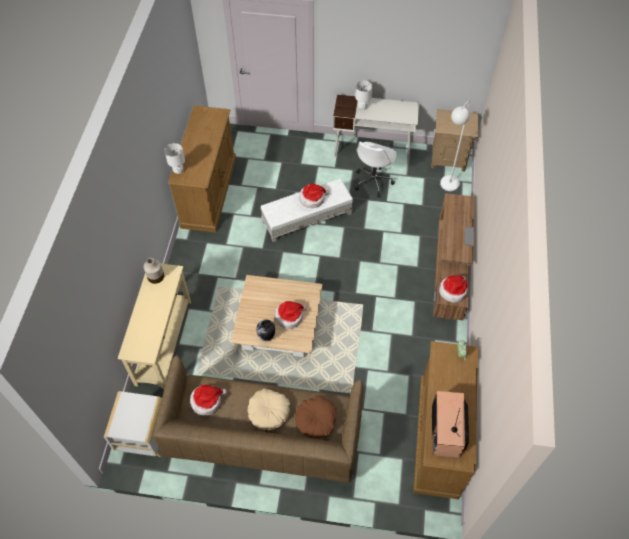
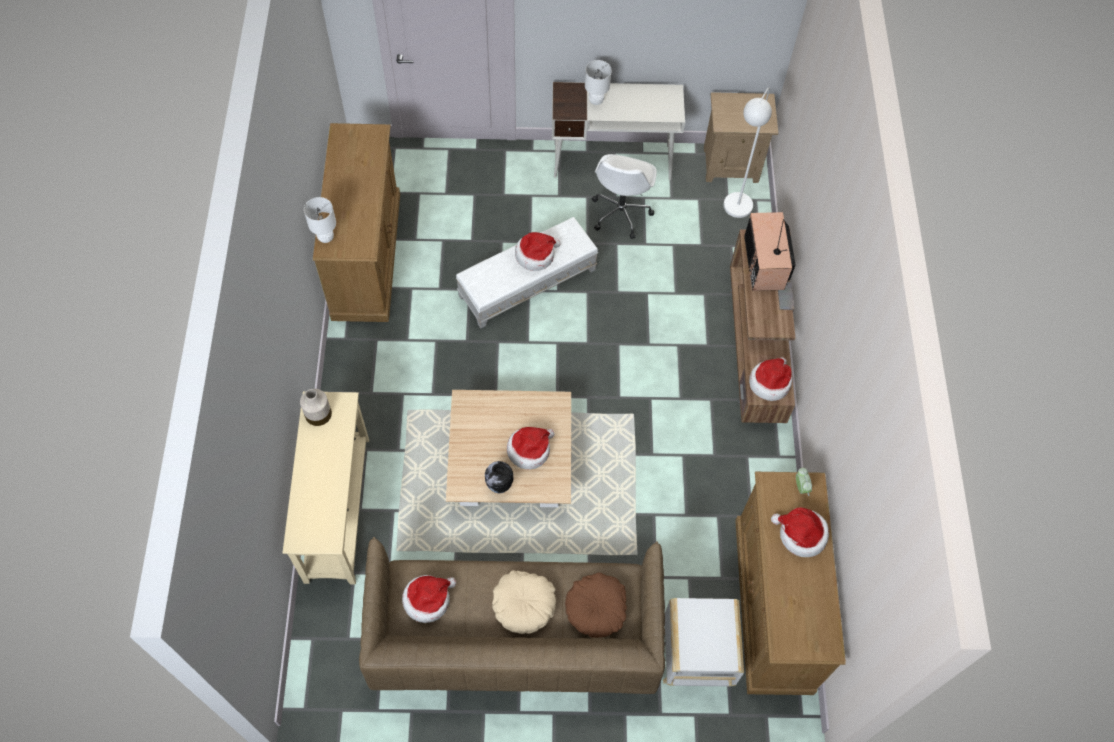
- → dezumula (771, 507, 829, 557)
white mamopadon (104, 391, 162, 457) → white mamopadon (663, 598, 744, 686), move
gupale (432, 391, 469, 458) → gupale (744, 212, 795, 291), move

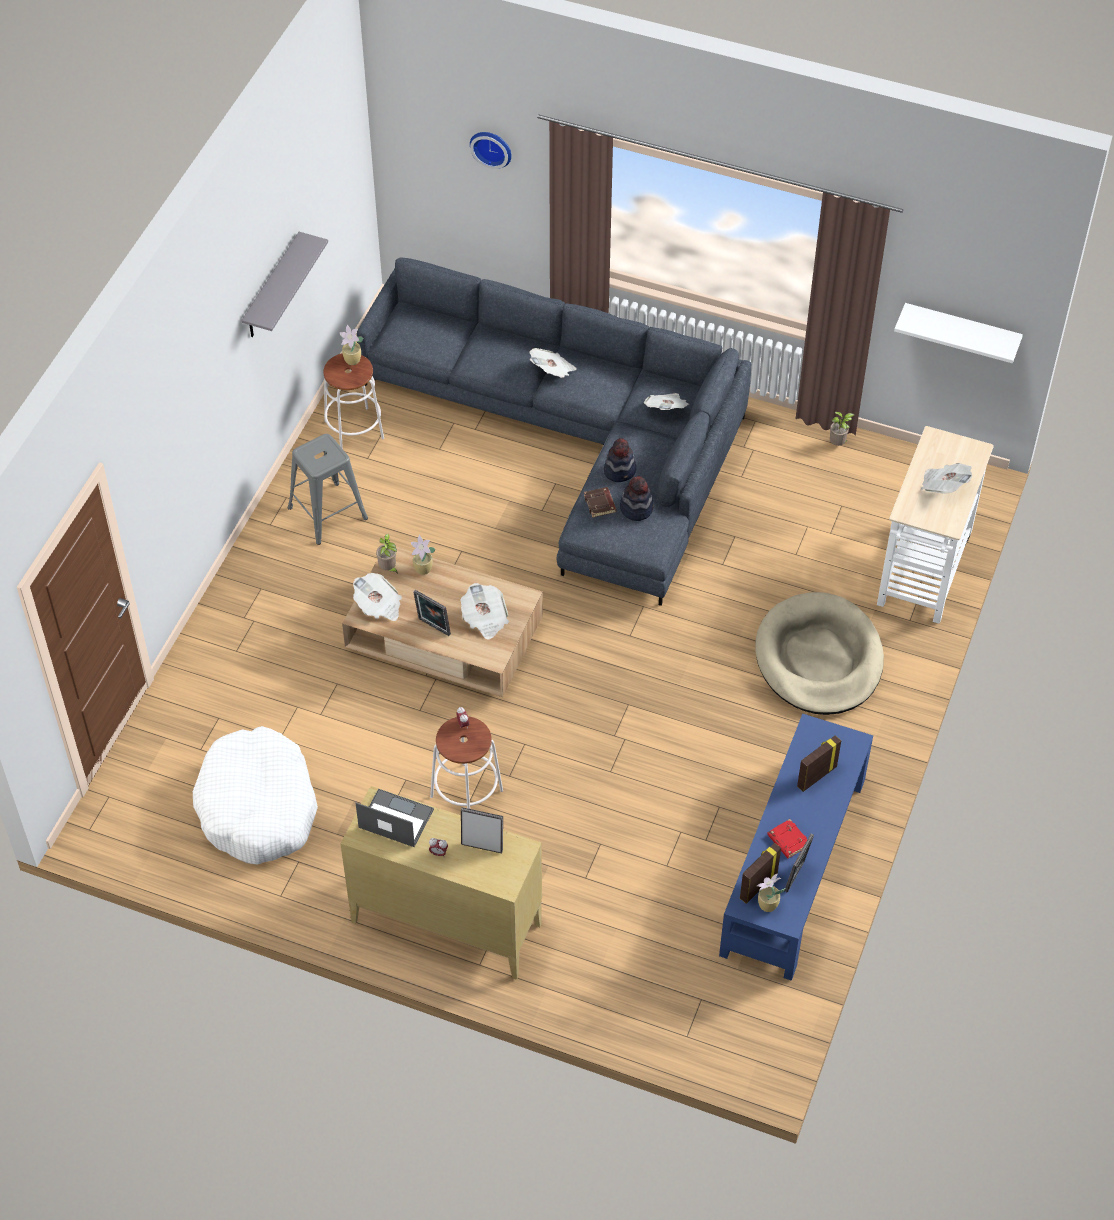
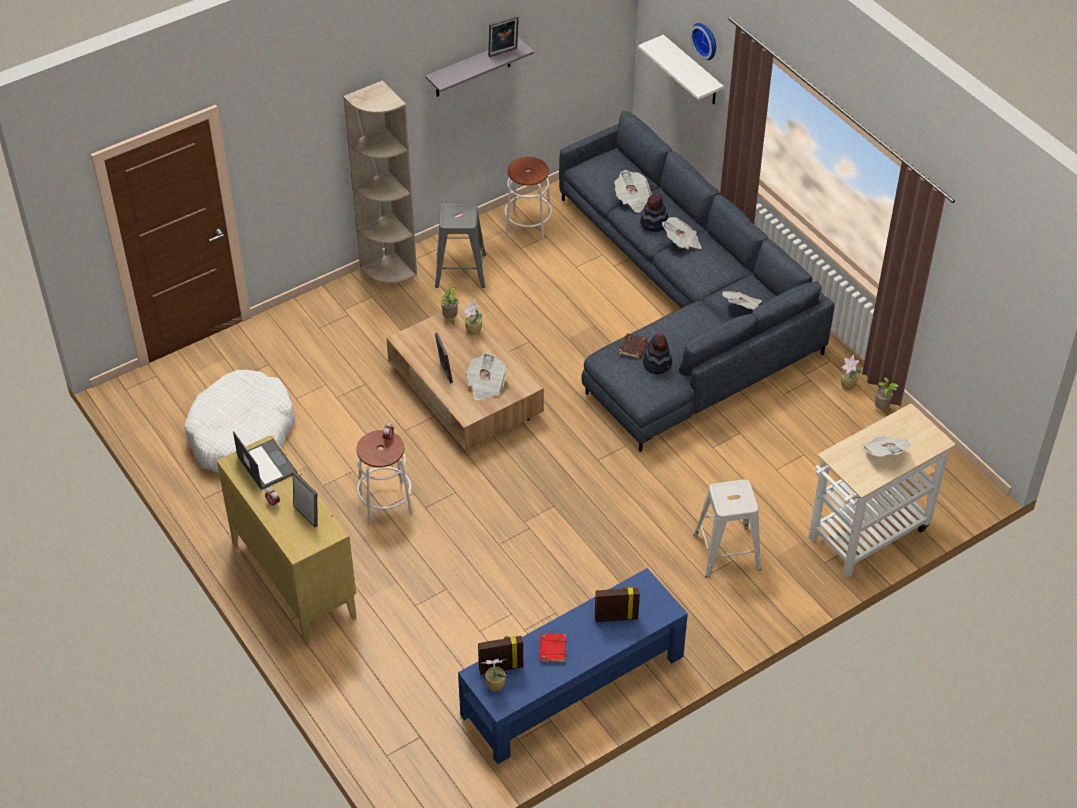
- → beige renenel (343, 80, 417, 284)
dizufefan (340, 325, 363, 365) → dizufefan (841, 354, 862, 390), move
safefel (353, 573, 402, 621) → safefel (614, 170, 652, 213), move
dezumula (604, 438, 637, 482) → dezumula (640, 194, 669, 232), move
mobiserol (784, 834, 814, 893) → mobiserol (488, 16, 519, 57), move
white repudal (894, 303, 1023, 363) → white repudal (638, 35, 724, 104), move
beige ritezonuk (755, 592, 884, 715) → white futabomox (693, 479, 762, 578)

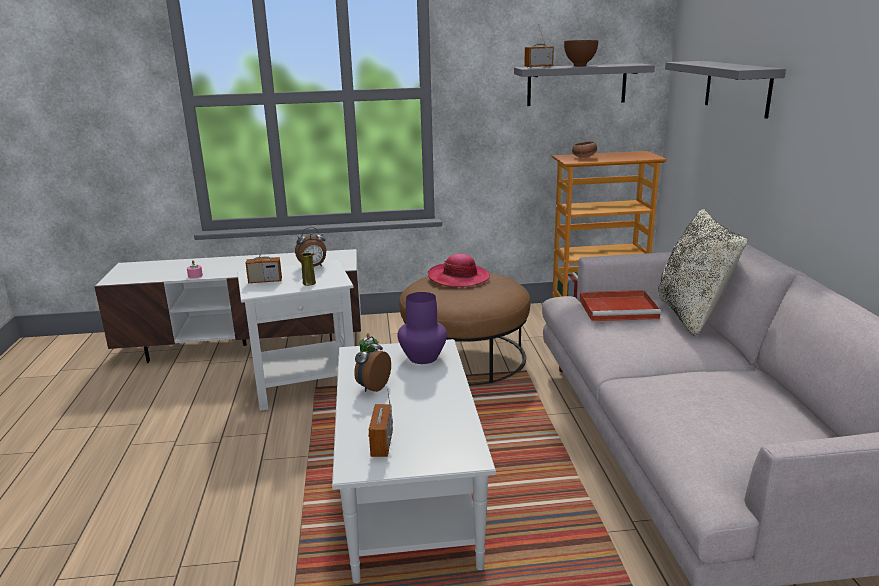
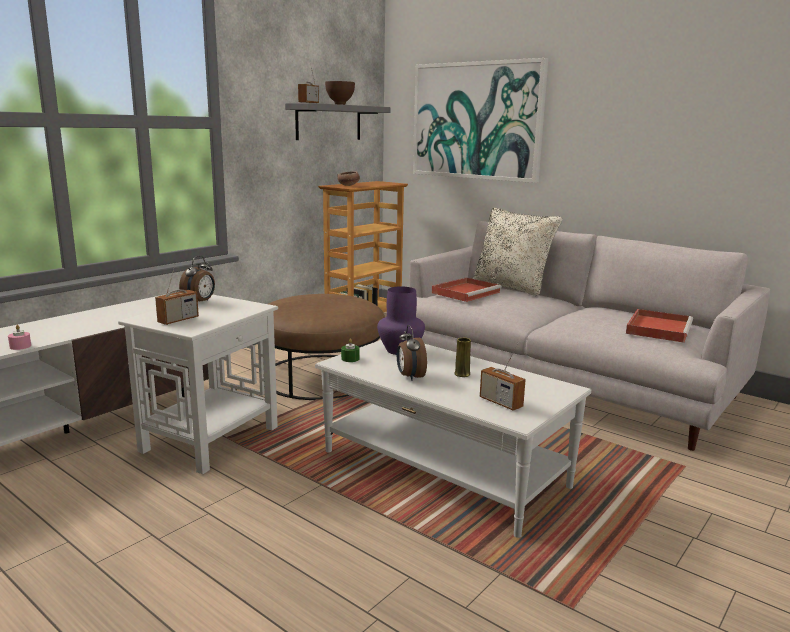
dezumula (428, 254, 490, 287) → -
- → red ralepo (626, 309, 693, 343)
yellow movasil (301, 253, 316, 286) → yellow movasil (454, 338, 471, 377), move
grey repudal (665, 61, 786, 119) → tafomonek (413, 58, 548, 183)

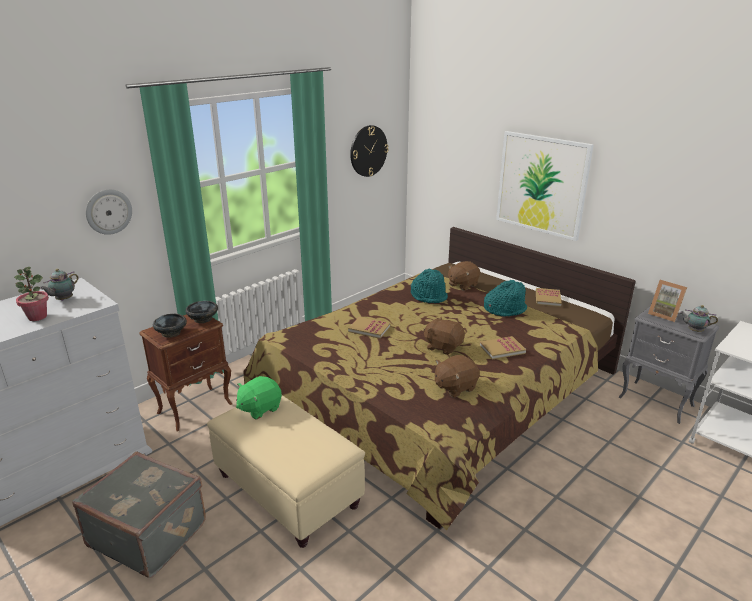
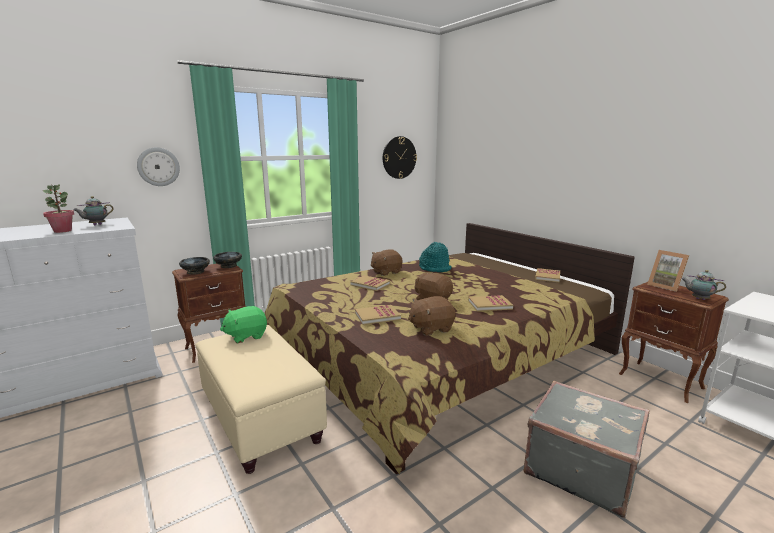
turquoise dezumula (484, 280, 527, 317) → -
tafomonek (496, 131, 594, 241) → -
- → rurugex (355, 305, 401, 325)
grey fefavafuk (72, 452, 206, 578) → grey fefavafuk (524, 381, 650, 518), move
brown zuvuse (448, 261, 480, 291) → brown zuvuse (371, 250, 402, 276), move
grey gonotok (618, 307, 719, 424) → brown gonotok (619, 282, 729, 404)

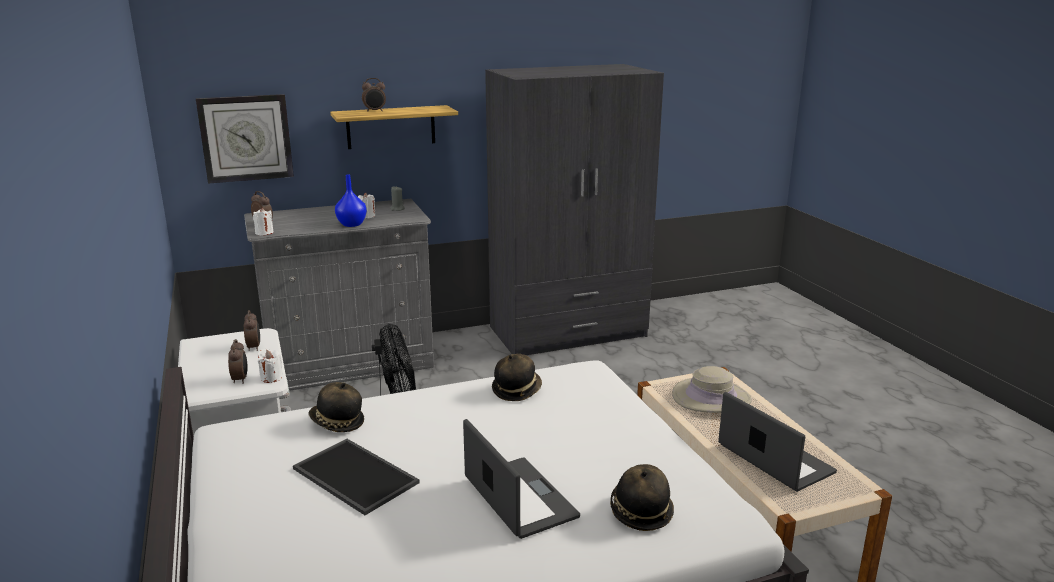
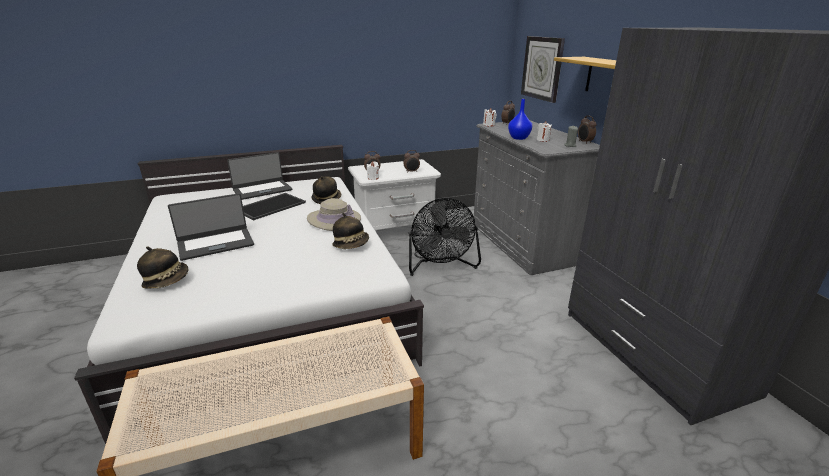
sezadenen (362, 78, 386, 112) → sezadenen (578, 116, 597, 144), move
beige dezumula (672, 366, 752, 413) → beige dezumula (307, 198, 361, 231), move
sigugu (718, 392, 837, 492) → sigugu (227, 152, 292, 200), move

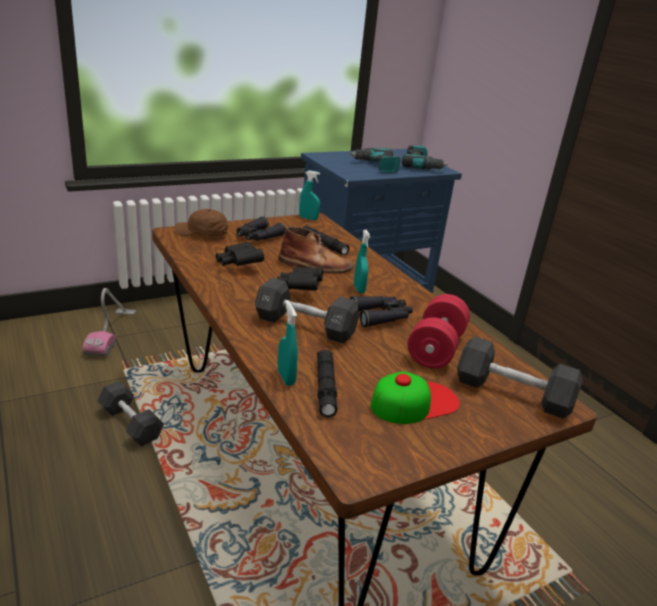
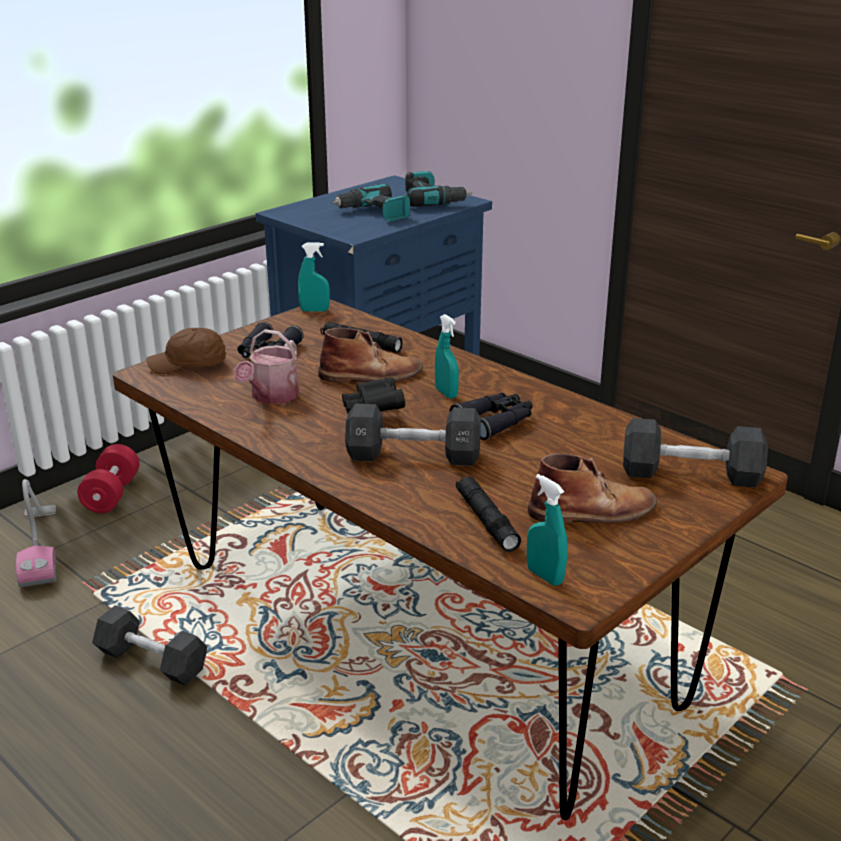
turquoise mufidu (278, 300, 298, 386) → turquoise mufidu (527, 474, 567, 586), move
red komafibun (407, 294, 470, 369) → red komafibun (77, 444, 139, 513), move
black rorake (216, 242, 264, 266) → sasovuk (234, 329, 299, 404)
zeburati (371, 371, 460, 424) → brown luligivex (528, 453, 657, 523)

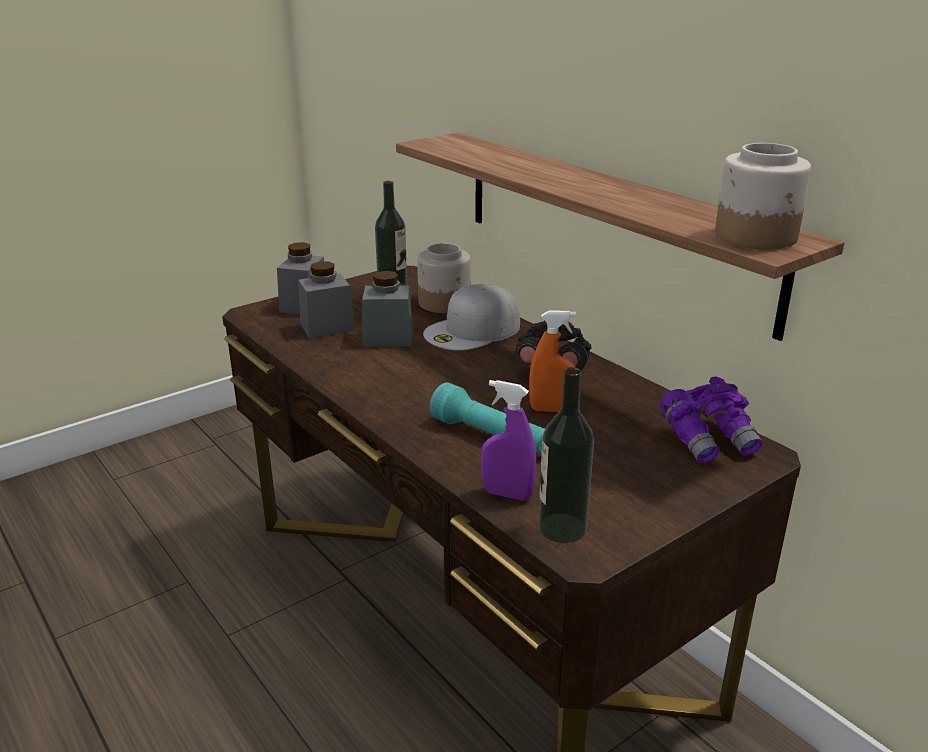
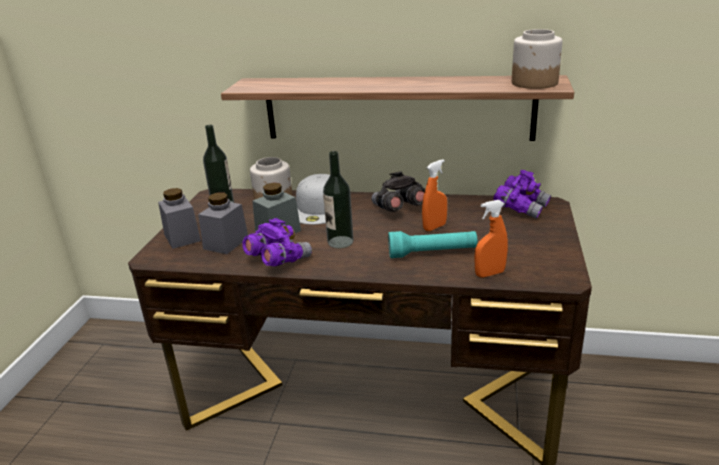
- → purple rorake (242, 218, 312, 266)
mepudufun (538, 367, 594, 543) → mepudufun (323, 151, 354, 248), move
purple mufidu (481, 380, 536, 501) → orange mufidu (474, 200, 508, 277)

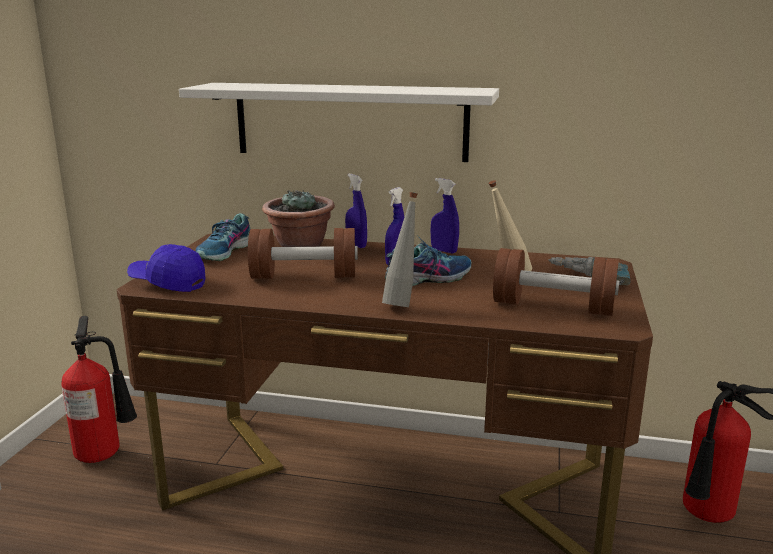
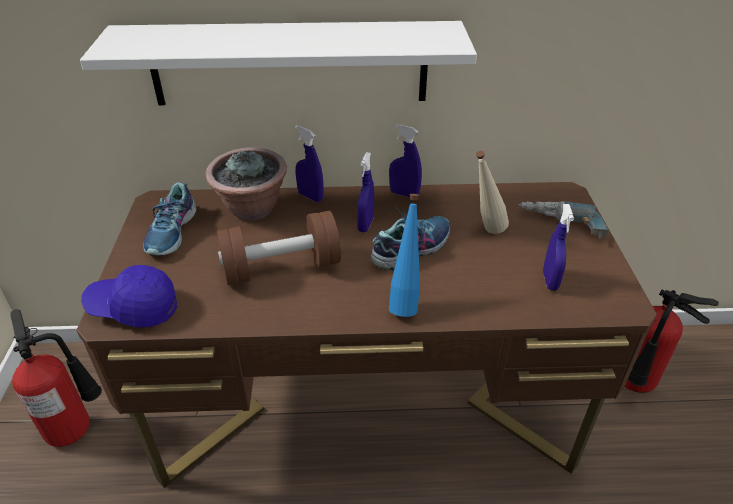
brown komafibun (493, 248, 619, 316) → blue mufidu (543, 204, 574, 291)
grey mepudufun (382, 192, 418, 307) → blue mepudufun (389, 194, 420, 317)

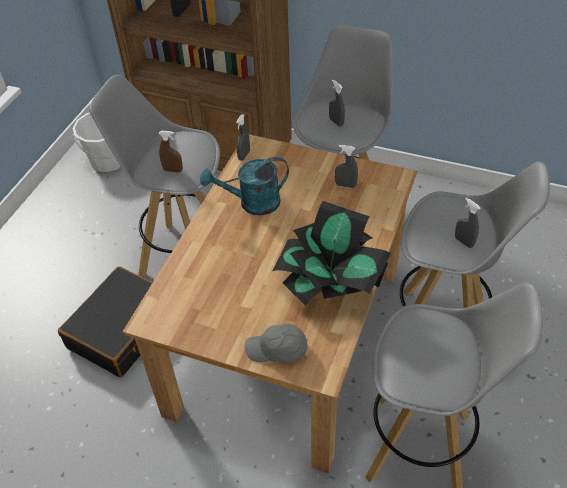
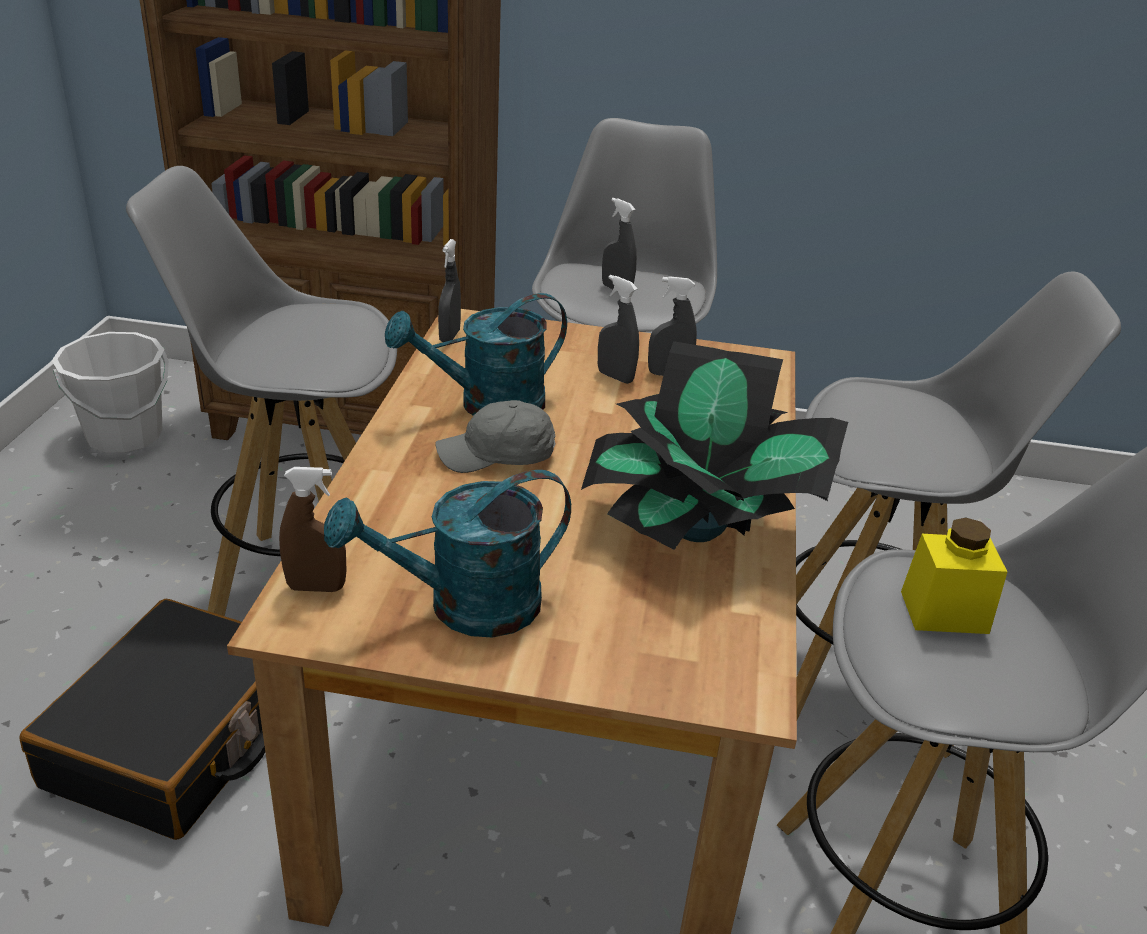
- → turquoise sasovuk (324, 470, 571, 637)
- → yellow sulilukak (901, 517, 1007, 634)
brown mufidu (159, 131, 183, 172) → brown mufidu (279, 467, 347, 592), move
grey zeburati (245, 324, 308, 363) → grey zeburati (435, 400, 556, 473), move
grey mufidu (455, 198, 481, 248) → grey mufidu (598, 275, 639, 384), move

